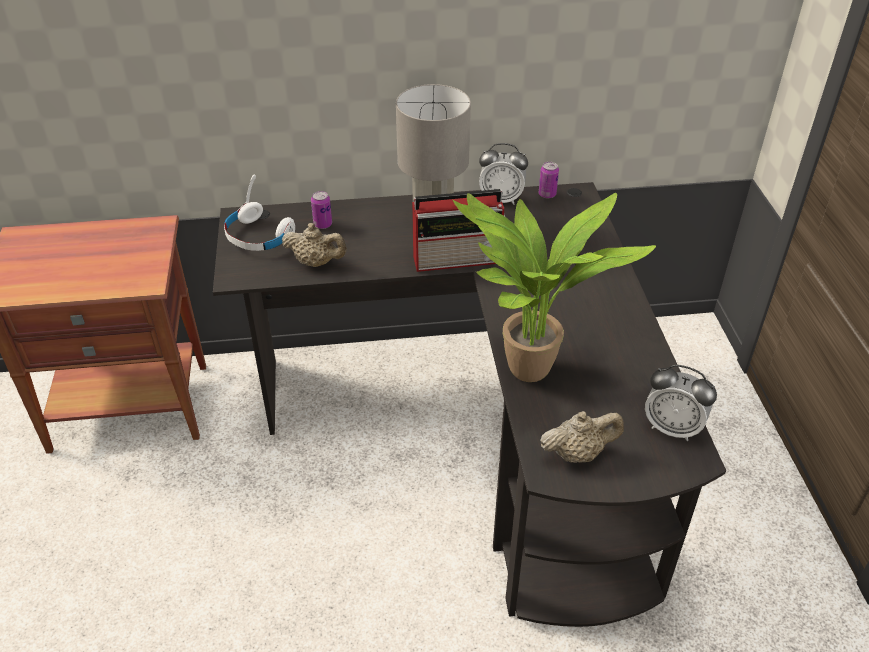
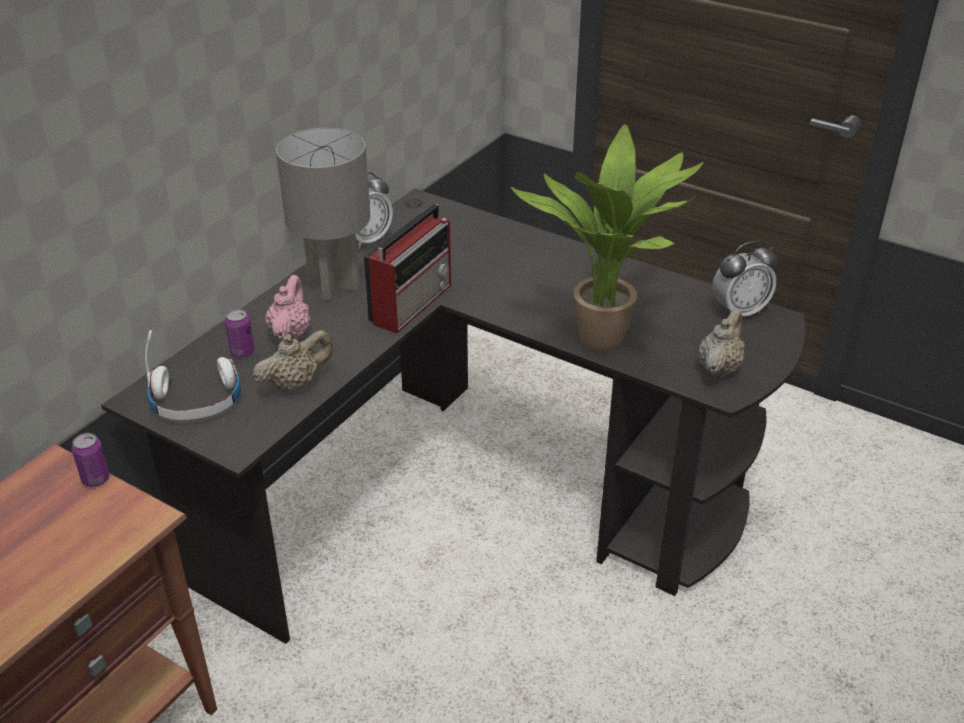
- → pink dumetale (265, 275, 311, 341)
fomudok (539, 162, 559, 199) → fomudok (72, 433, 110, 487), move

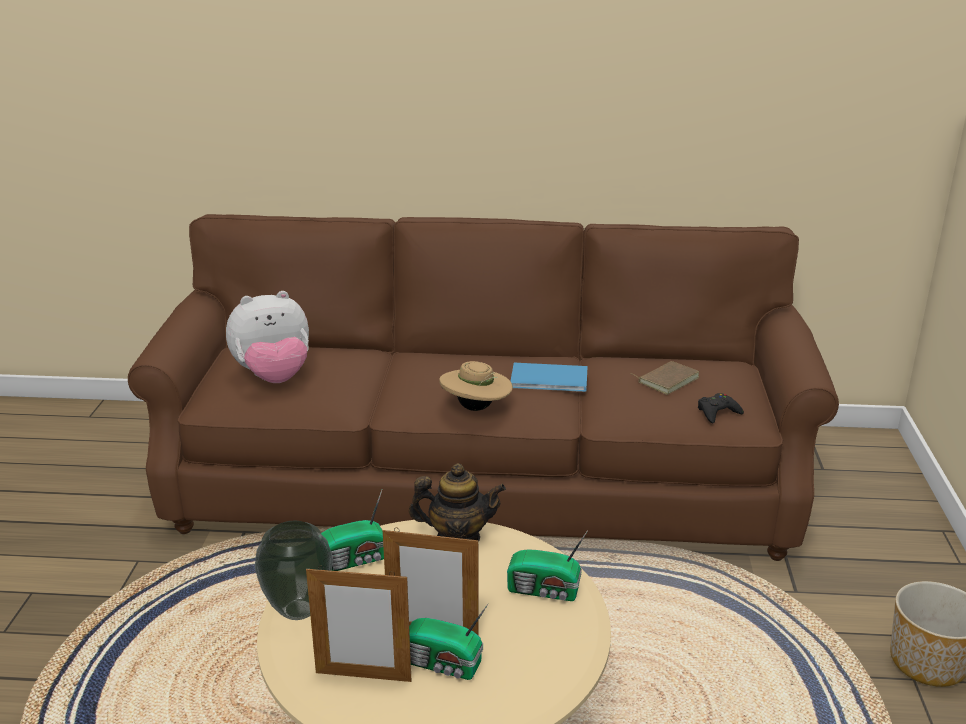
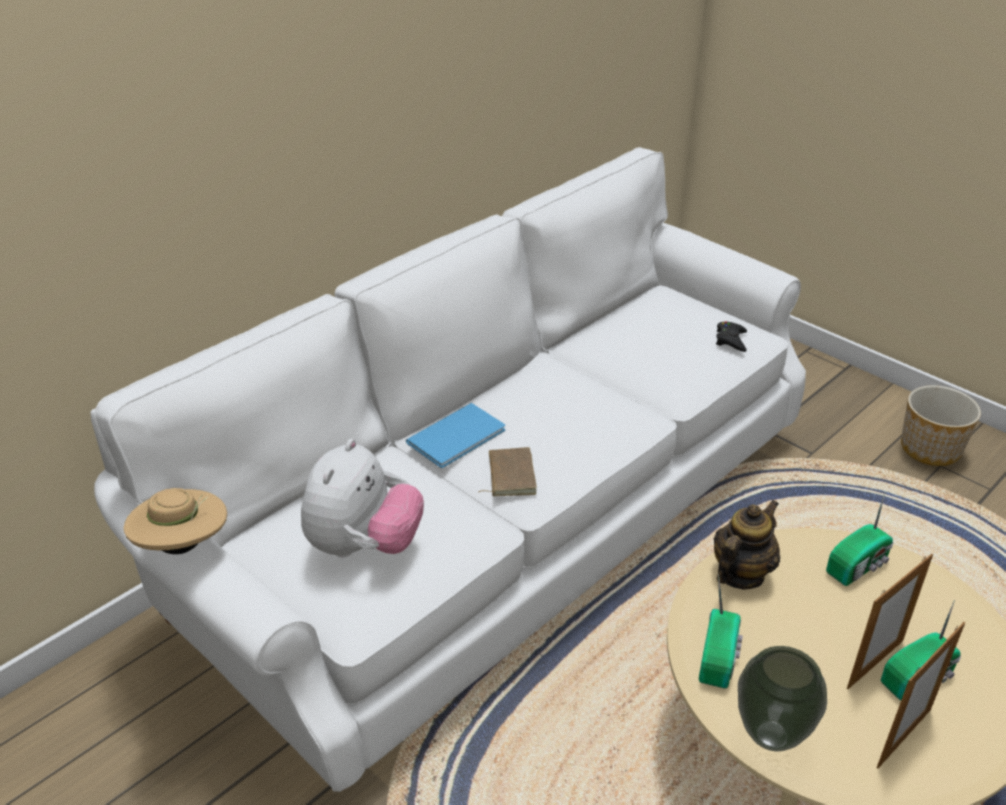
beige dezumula (439, 361, 513, 411) → beige dezumula (124, 488, 227, 554), move
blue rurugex (511, 363, 587, 392) → blue rurugex (406, 403, 505, 468), move
brown rurugex (633, 361, 699, 395) → brown rurugex (478, 447, 537, 496), move
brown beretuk (128, 214, 839, 561) → white beretuk (90, 147, 806, 792)

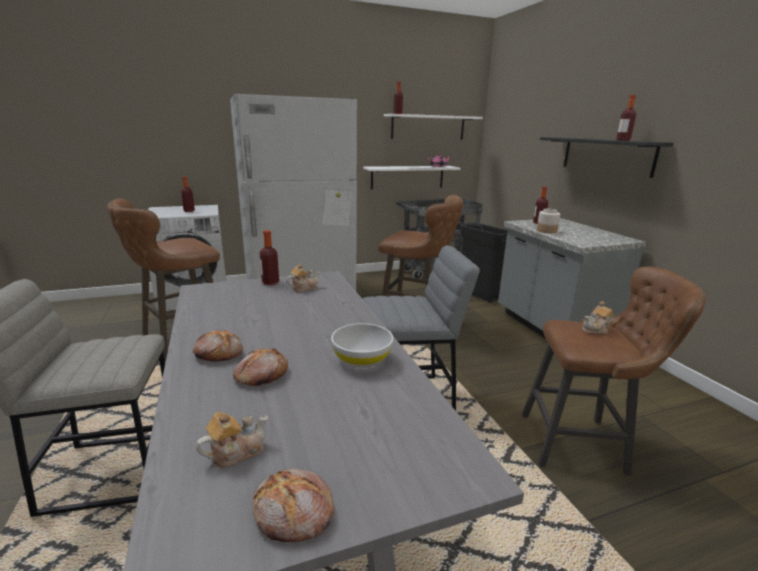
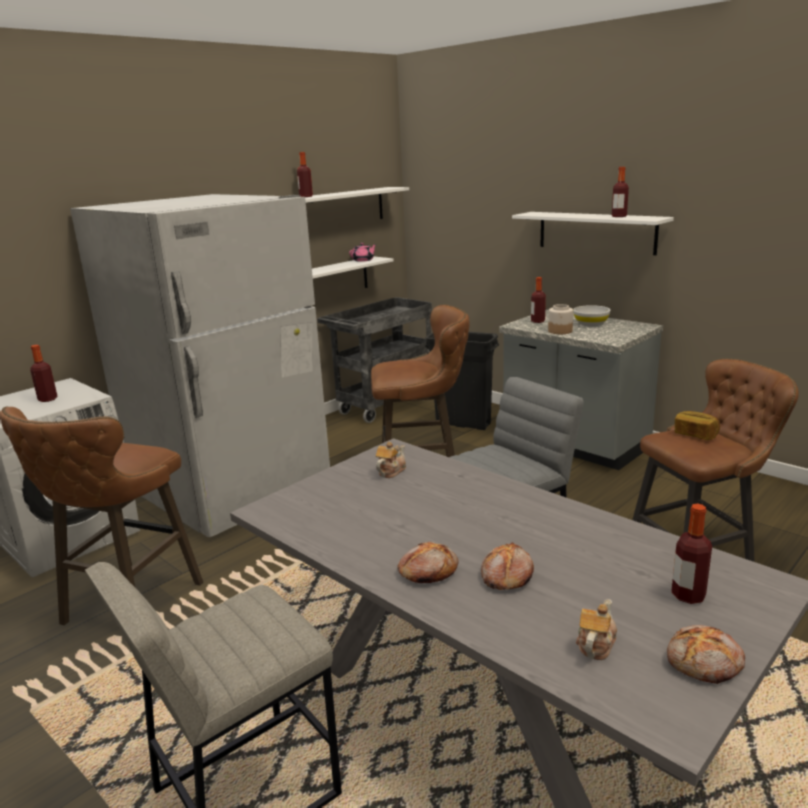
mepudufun (260, 230, 279, 285) → mepudufun (671, 504, 712, 604), move
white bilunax (331, 323, 394, 368) → white bilunax (573, 305, 610, 326), move
dumetale (582, 301, 613, 334) → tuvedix (675, 411, 720, 440)
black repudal (540, 137, 674, 178) → white repudal (512, 212, 674, 255)

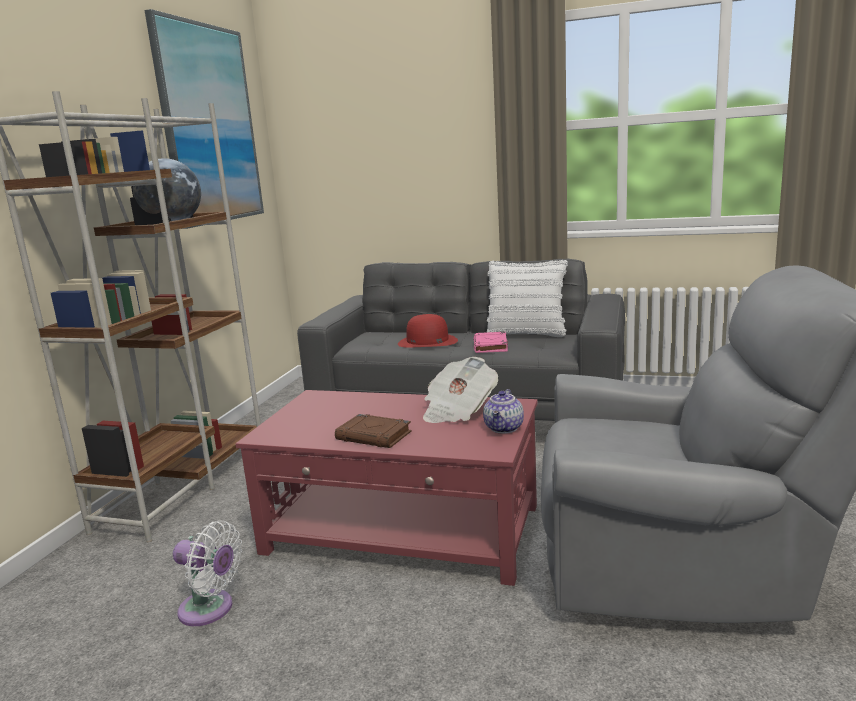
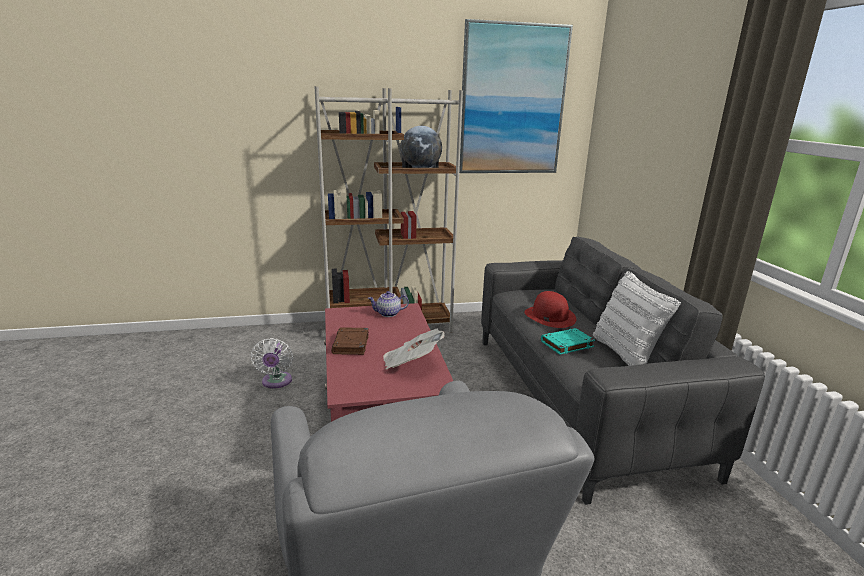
dumetale (483, 389, 524, 434) → dumetale (368, 291, 409, 317), move
pink rurugex (474, 332, 508, 353) → turquoise rurugex (541, 328, 595, 355)

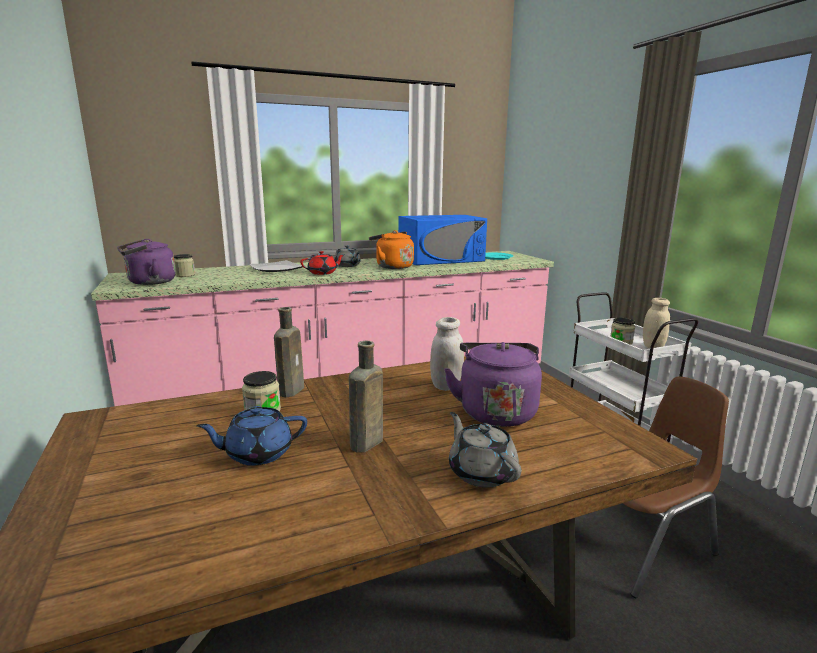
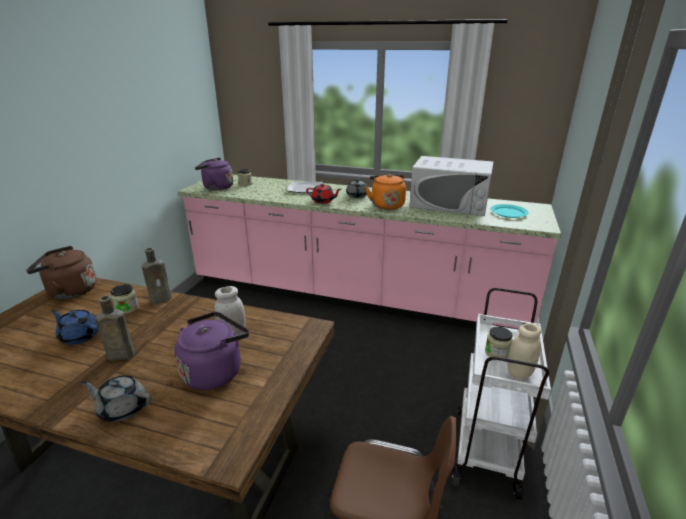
- → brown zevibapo (26, 246, 96, 299)
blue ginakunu (398, 215, 487, 265) → white ginakunu (410, 156, 493, 216)
grey dumetale (449, 412, 521, 488) → grey dumetale (80, 375, 152, 422), 90 degrees counterclockwise

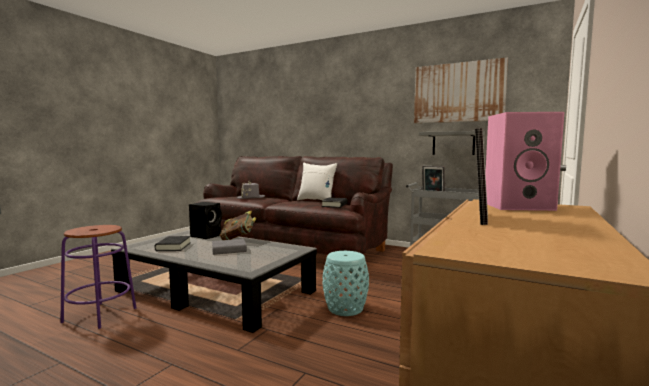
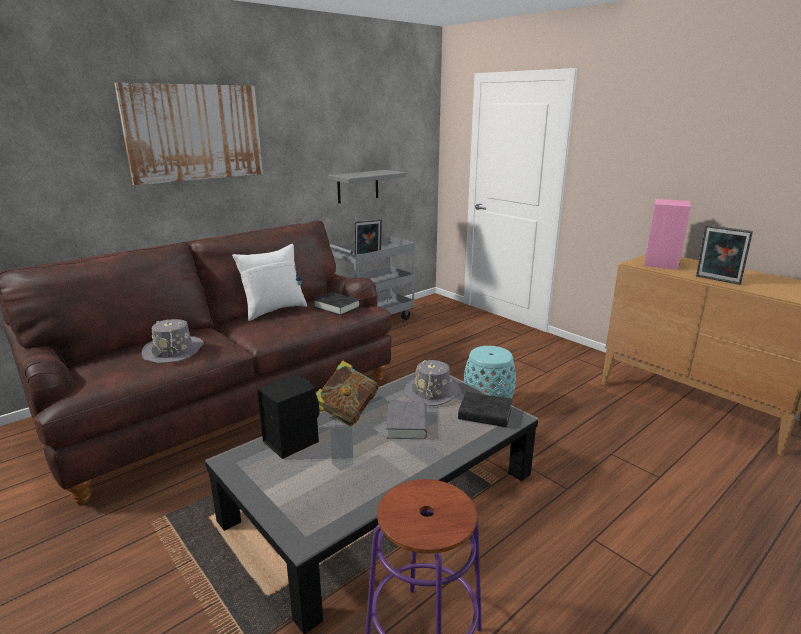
- → grey dezumula (403, 360, 461, 406)
black rurugex (154, 236, 191, 251) → black rurugex (458, 392, 512, 427), move
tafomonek (414, 57, 508, 123) → tafomonek (114, 83, 263, 185), move

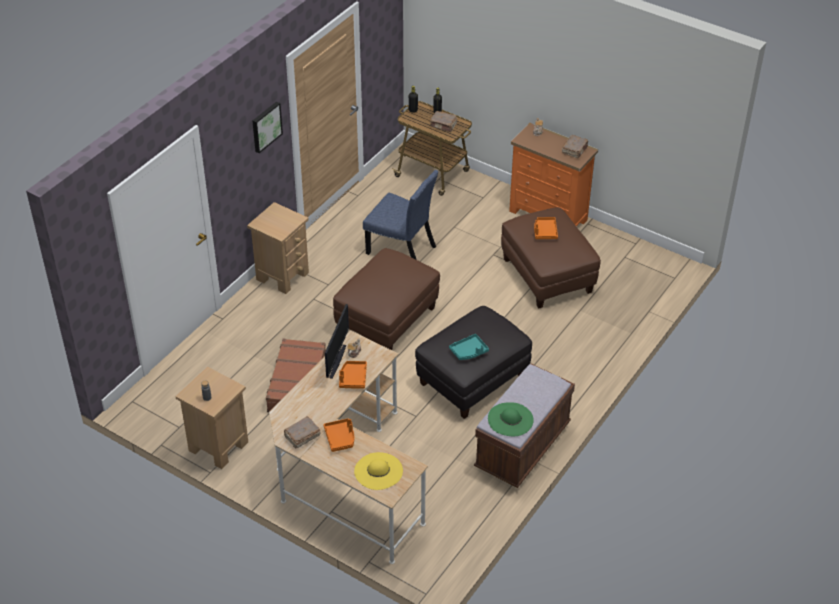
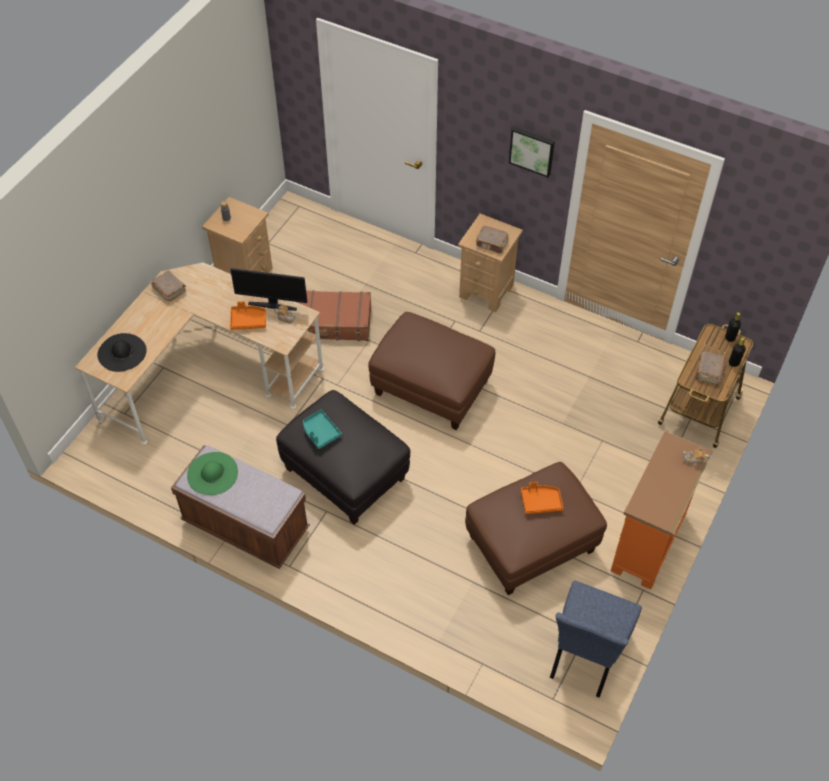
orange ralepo (324, 418, 354, 452) → -
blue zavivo (363, 170, 438, 260) → blue zavivo (550, 581, 642, 698), move
brown rurugex (562, 135, 588, 158) → brown rurugex (476, 226, 509, 254), move
yellow dezumula (354, 452, 403, 490) → black dezumula (97, 333, 147, 372)

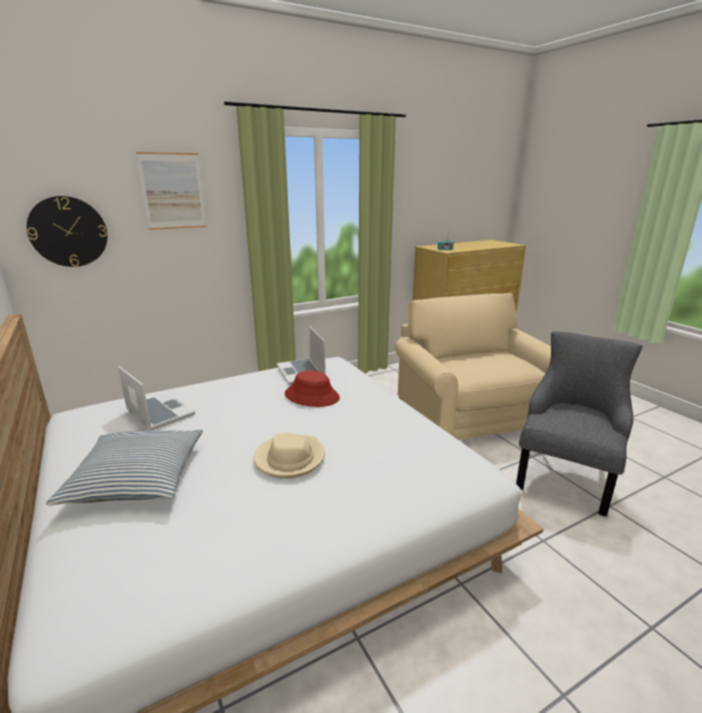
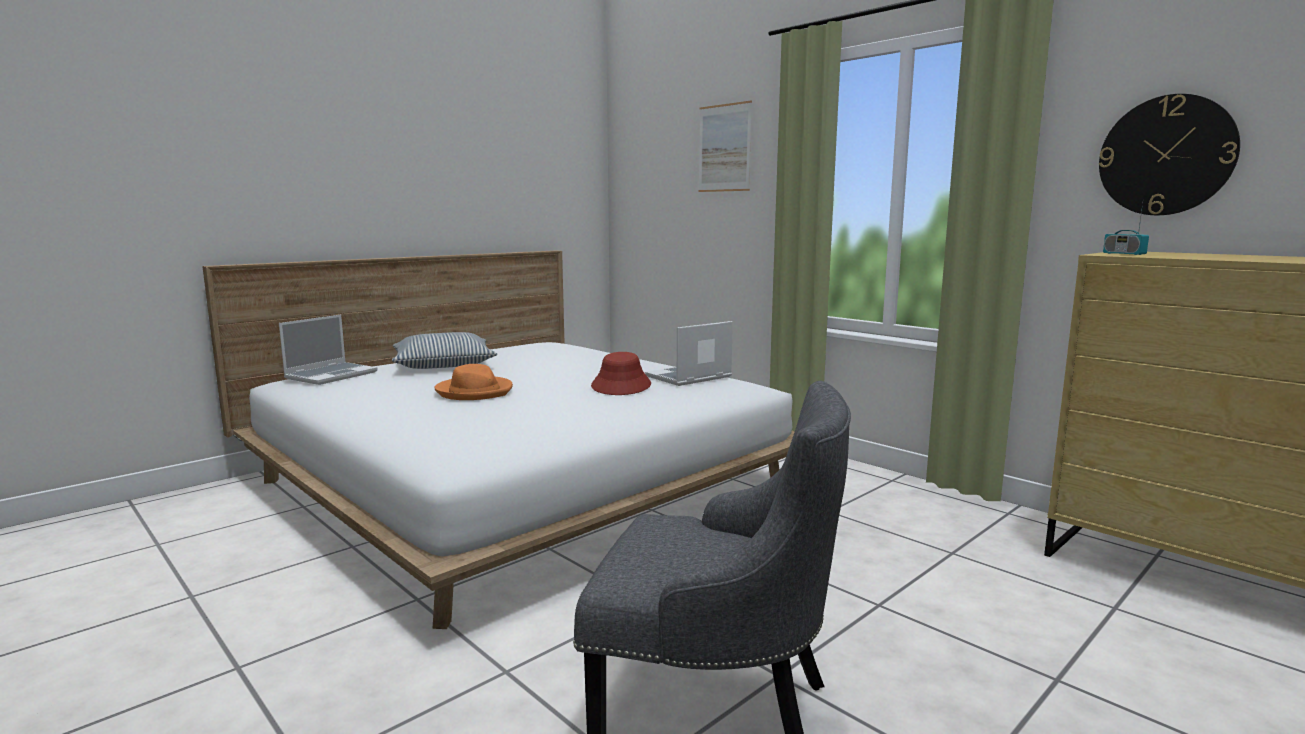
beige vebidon (395, 293, 551, 440) → -
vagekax (27, 196, 107, 267) → vagekax (1099, 94, 1240, 215), move
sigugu (118, 366, 195, 430) → sigugu (279, 315, 378, 385), move
beige dezumula (253, 433, 325, 479) → orange dezumula (434, 364, 513, 400)

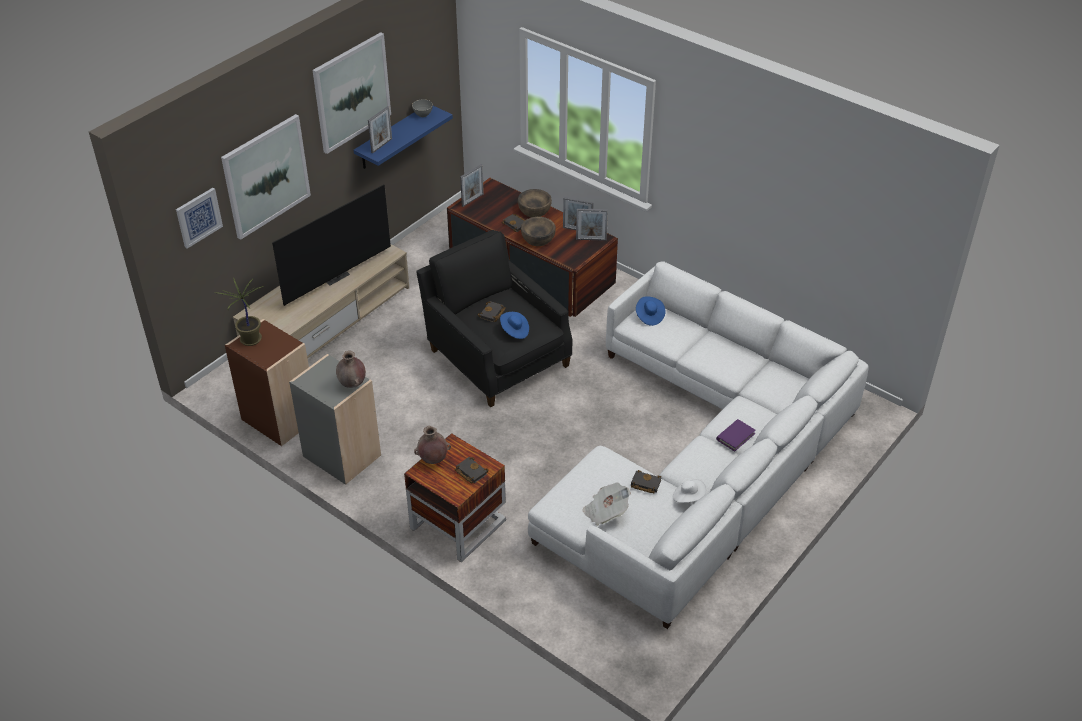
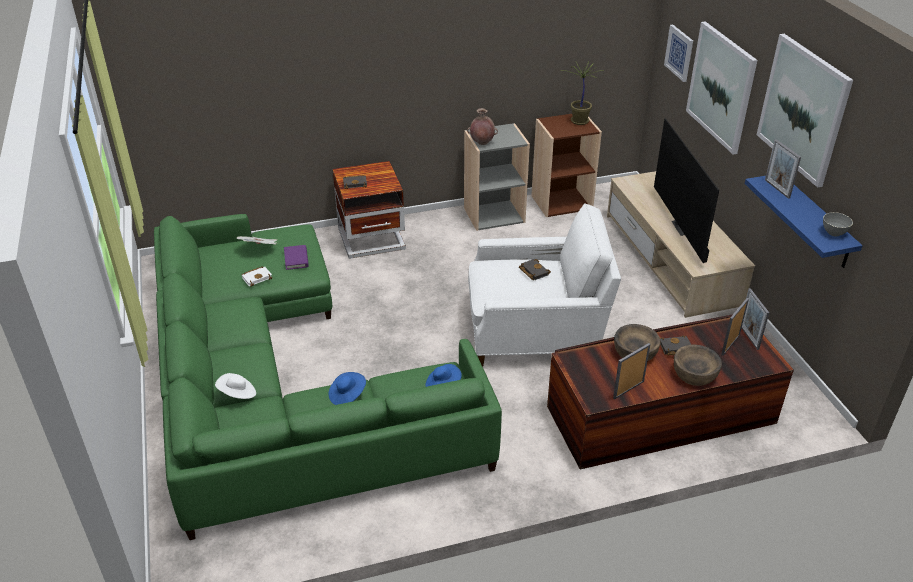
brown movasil (414, 426, 451, 464) → -
blue dezumula (500, 312, 529, 339) → blue dezumula (329, 372, 366, 405), move
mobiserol (576, 209, 608, 241) → mobiserol (721, 298, 749, 356), move
white dezumula (673, 479, 707, 503) → white dezumula (215, 373, 256, 399), move
purple rurugex (716, 419, 756, 452) → purple rurugex (284, 245, 309, 270), move
black vebidon (416, 230, 572, 407) → white vebidon (468, 203, 621, 367)
white beretuk (528, 261, 869, 629) → green beretuk (154, 214, 502, 540)
black rurugex (631, 470, 661, 494) → white rurugex (242, 266, 272, 287)

